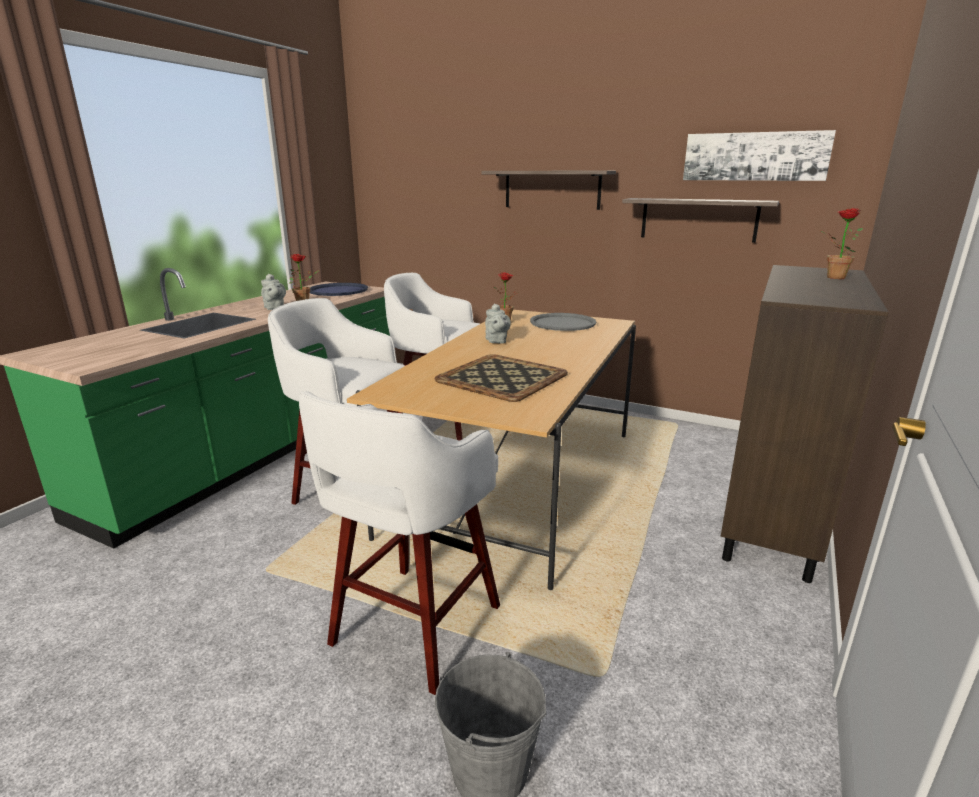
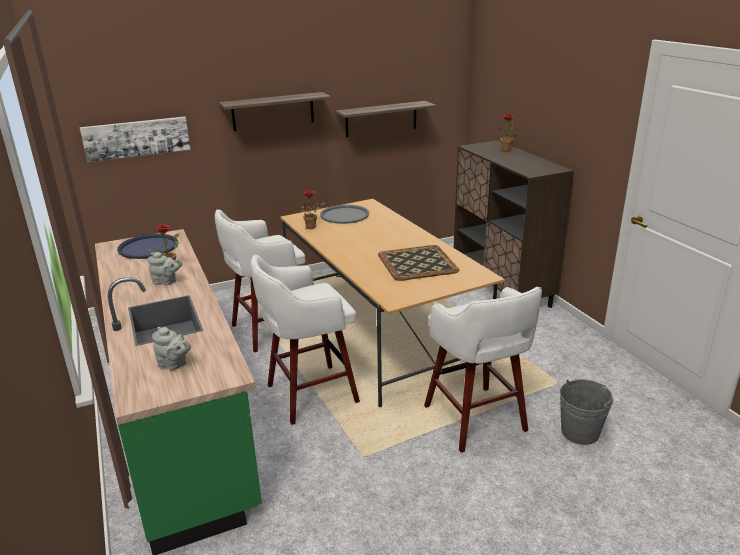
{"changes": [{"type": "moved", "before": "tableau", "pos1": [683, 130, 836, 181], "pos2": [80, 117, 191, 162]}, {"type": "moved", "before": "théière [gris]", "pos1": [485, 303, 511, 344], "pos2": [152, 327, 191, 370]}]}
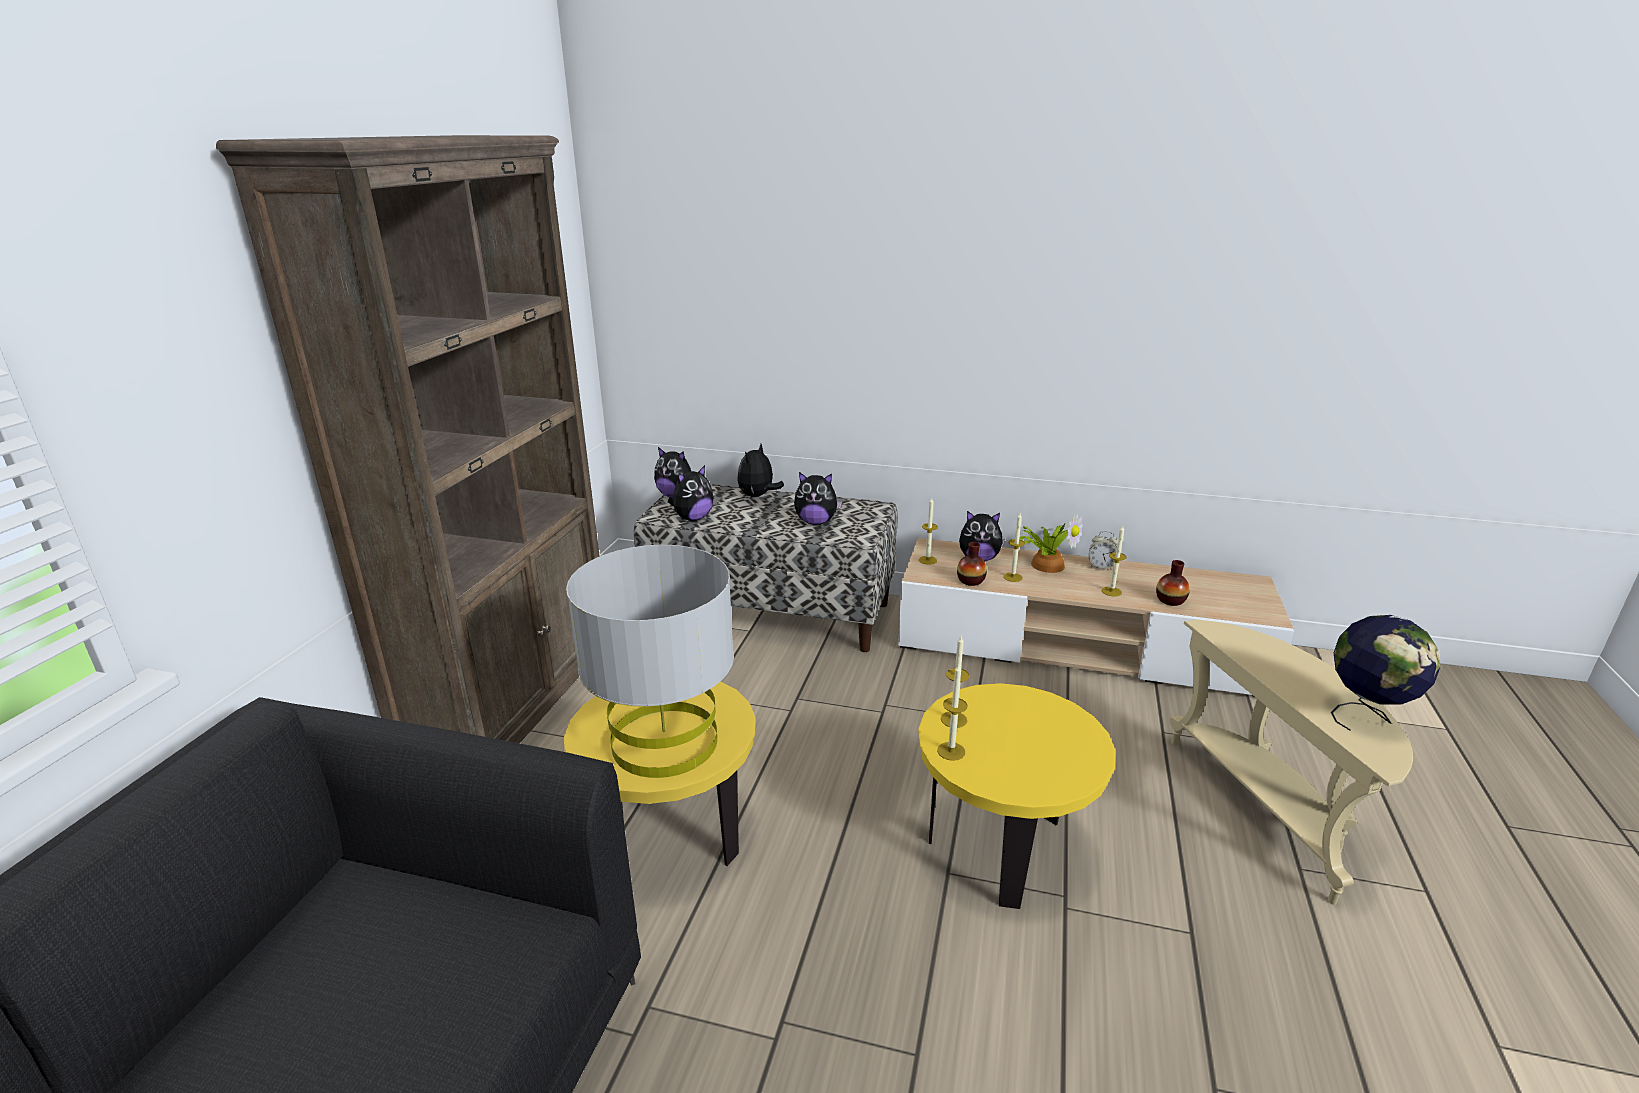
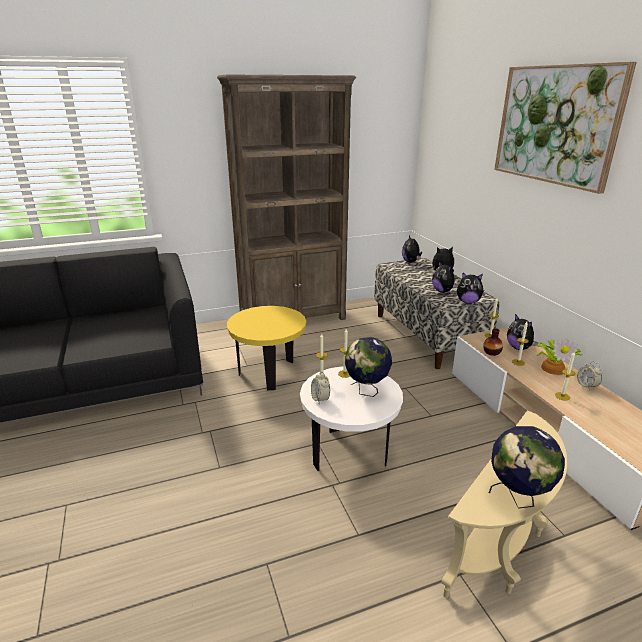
{"changes": [{"type": "moved", "before": "peluche", "pos1": [668, 465, 713, 521], "pos2": [457, 273, 484, 304]}, {"type": "removed", "before": "lampe de table [gris]", "pos1": [566, 545, 734, 778]}, {"type": "removed", "before": "vase", "pos1": [1156, 560, 1190, 606]}, {"type": "recoloured", "before": "table d'appoint [jaune]", "after": "table d'appoint [blanc]", "pos1": [918, 683, 1116, 909], "pos2": [300, 366, 403, 471]}, {"type": "added", "after": "tableau", "pos2": [494, 62, 637, 194]}, {"type": "added", "after": "globe", "pos2": [345, 337, 392, 397]}, {"type": "added", "after": "réveil", "pos2": [311, 372, 330, 404]}]}
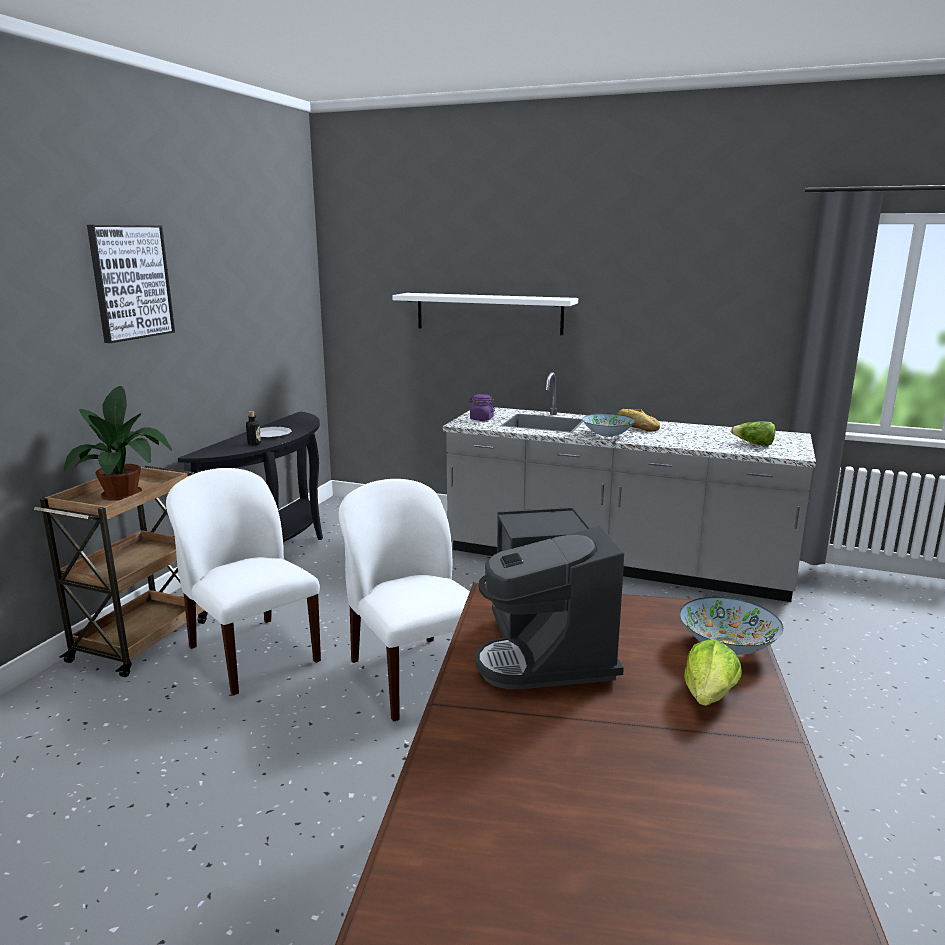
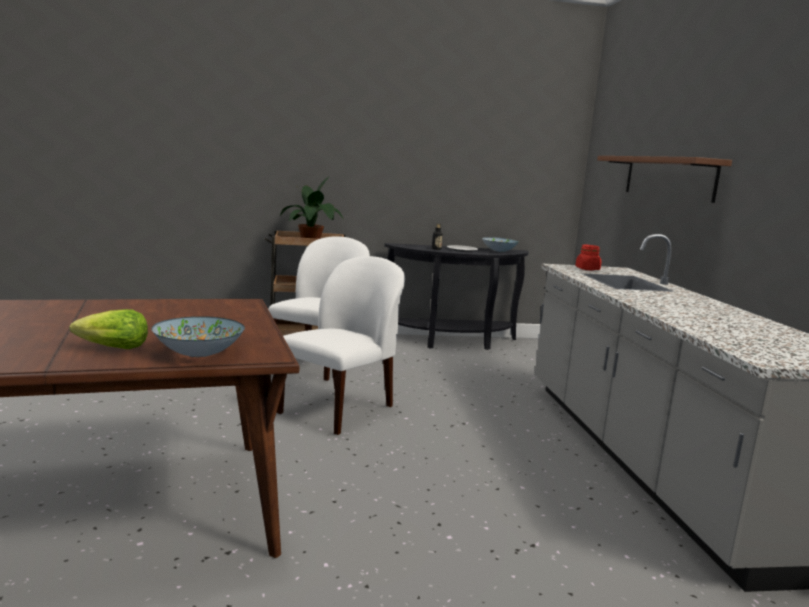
{"changes": [{"type": "removed", "before": "tableau", "pos1": [87, 225, 175, 343]}, {"type": "recoloured", "before": "étagère [blanc]", "after": "étagère [marron]", "pos1": [392, 293, 578, 335], "pos2": [597, 156, 732, 203]}, {"type": "recoloured", "before": "bocal [violet]", "after": "bocal [rouge]", "pos1": [468, 394, 495, 421], "pos2": [575, 245, 601, 271]}, {"type": "removed", "before": "pain", "pos1": [618, 409, 660, 432]}, {"type": "moved", "before": "bol", "pos1": [582, 413, 635, 437], "pos2": [482, 237, 519, 252]}, {"type": "removed", "before": "laitue", "pos1": [731, 421, 776, 446]}, {"type": "removed", "before": "machine à café", "pos1": [476, 507, 624, 690]}]}
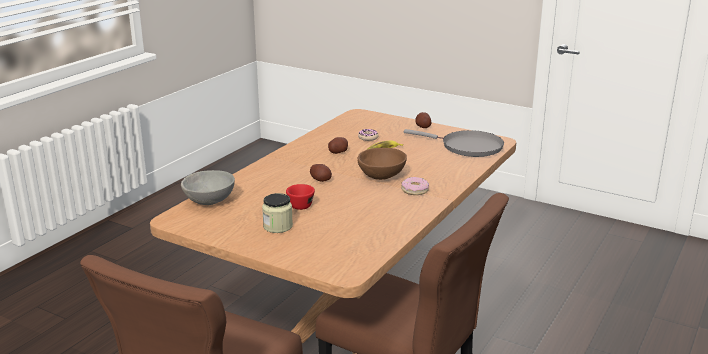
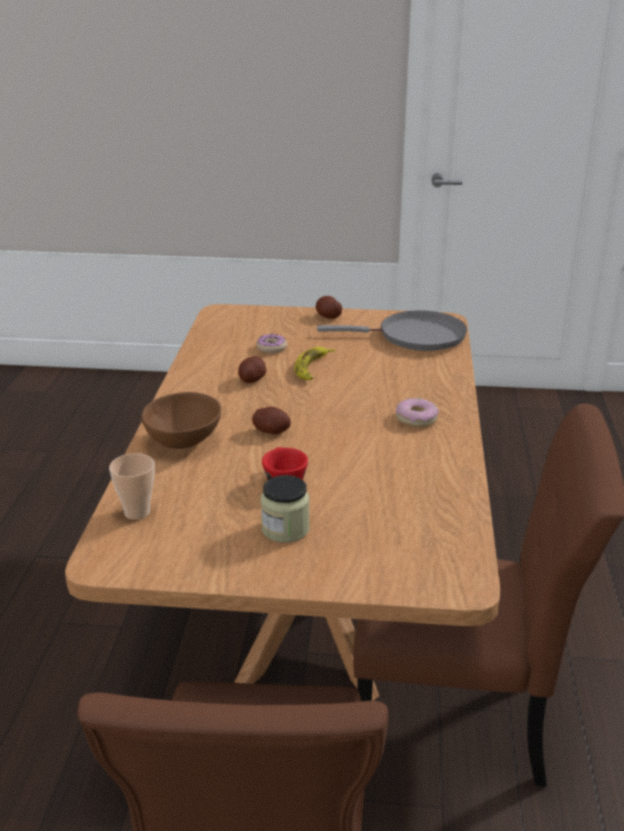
{"changes": [{"type": "moved", "before": "bol [marron]", "pos1": [358, 148, 407, 180], "pos2": [141, 392, 221, 449]}, {"type": "replaced", "before": "bol [gris]", "after": "tasse", "pos1": [181, 170, 235, 205], "pos2": [109, 453, 155, 520]}]}
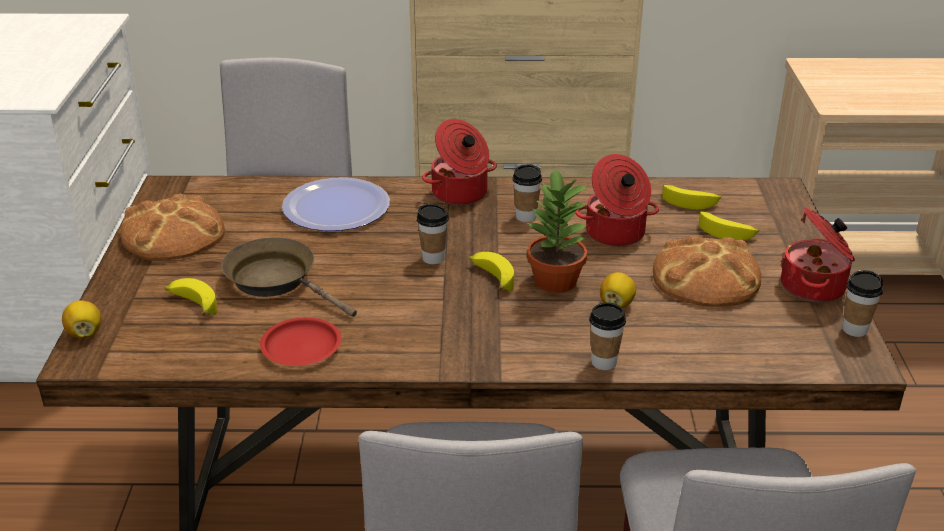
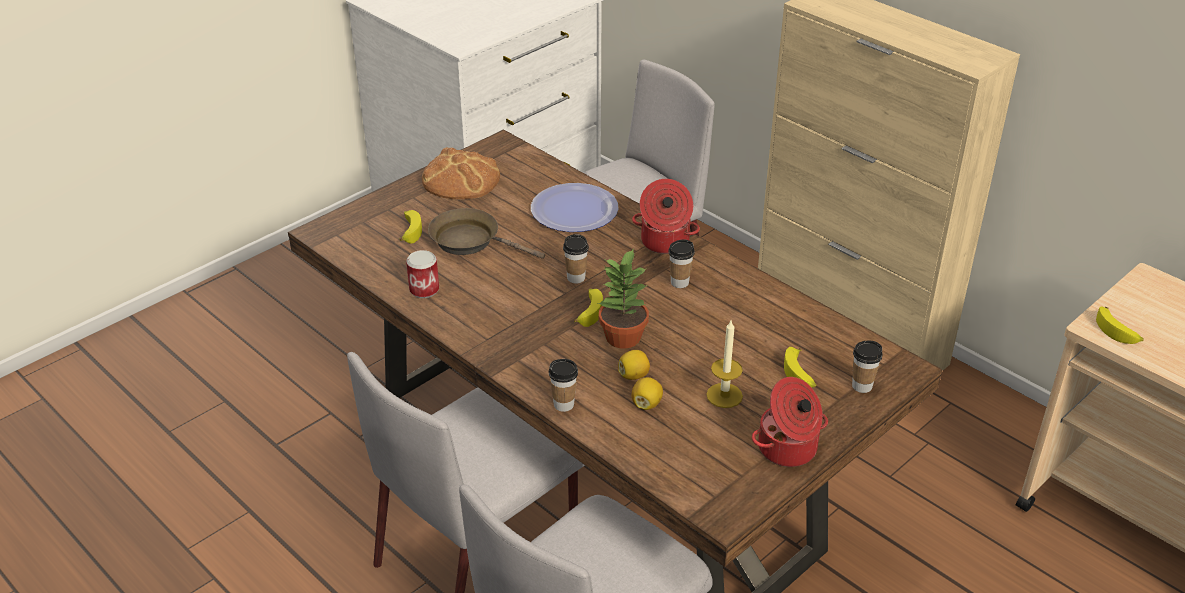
{"changes": [{"type": "removed", "before": "marmite", "pos1": [575, 154, 659, 246]}, {"type": "moved", "before": "banane", "pos1": [662, 185, 721, 209], "pos2": [1096, 306, 1144, 344]}, {"type": "replaced", "before": "pain", "after": "bougie", "pos1": [653, 235, 761, 307], "pos2": [706, 321, 743, 408]}, {"type": "turned", "before": "poêle [marron]", "pos1": [221, 237, 357, 317], "pos2": [428, 208, 545, 259], "turn": -60}, {"type": "moved", "before": "tasse", "pos1": [843, 270, 883, 337], "pos2": [852, 341, 883, 393]}, {"type": "moved", "before": "citron", "pos1": [62, 300, 101, 338], "pos2": [632, 377, 663, 410]}, {"type": "replaced", "before": "assiette [rouge]", "after": "boîte métallique", "pos1": [260, 317, 342, 366], "pos2": [406, 250, 439, 298]}]}
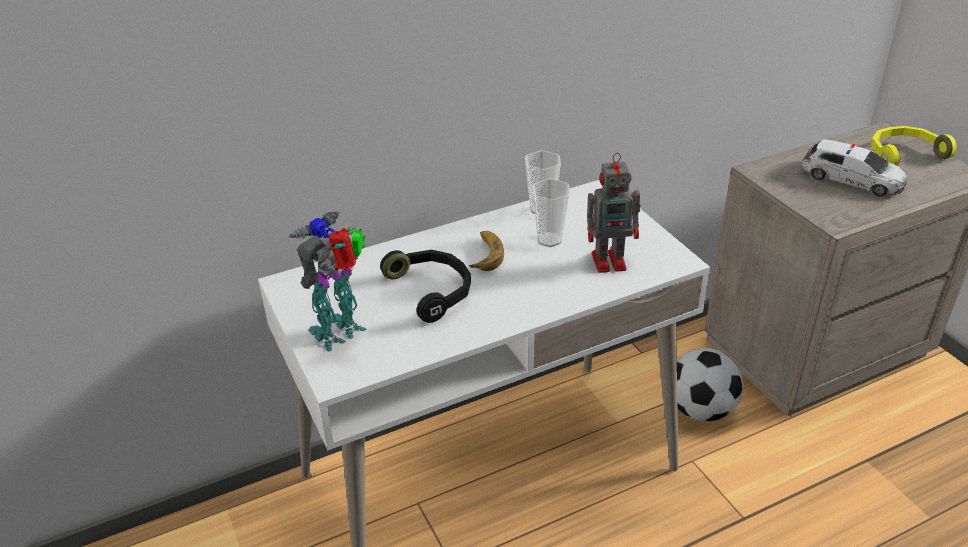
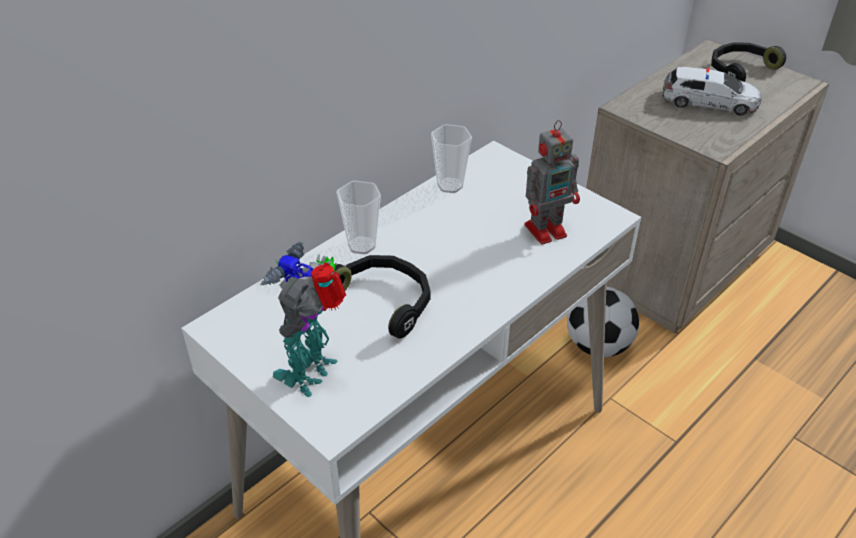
{"changes": [{"type": "recoloured", "before": "casque audio [jaune]", "after": "casque audio [noir]", "pos1": [870, 126, 957, 166], "pos2": [711, 42, 786, 82]}, {"type": "moved", "before": "tasse", "pos1": [532, 179, 570, 247], "pos2": [336, 180, 381, 254]}, {"type": "removed", "before": "banane", "pos1": [469, 231, 504, 271]}]}
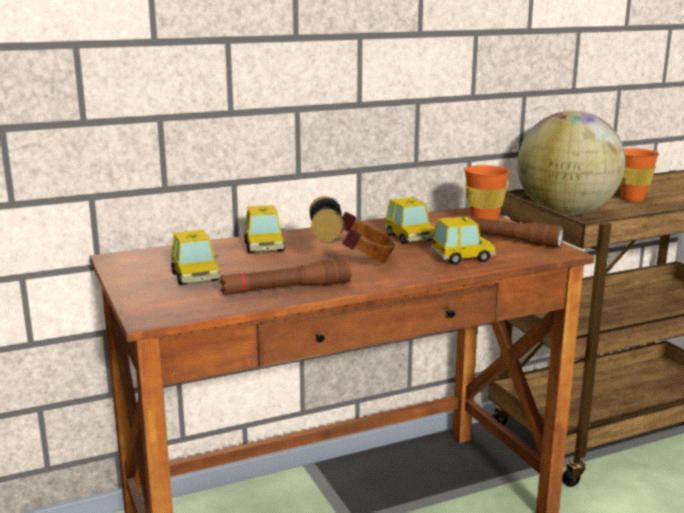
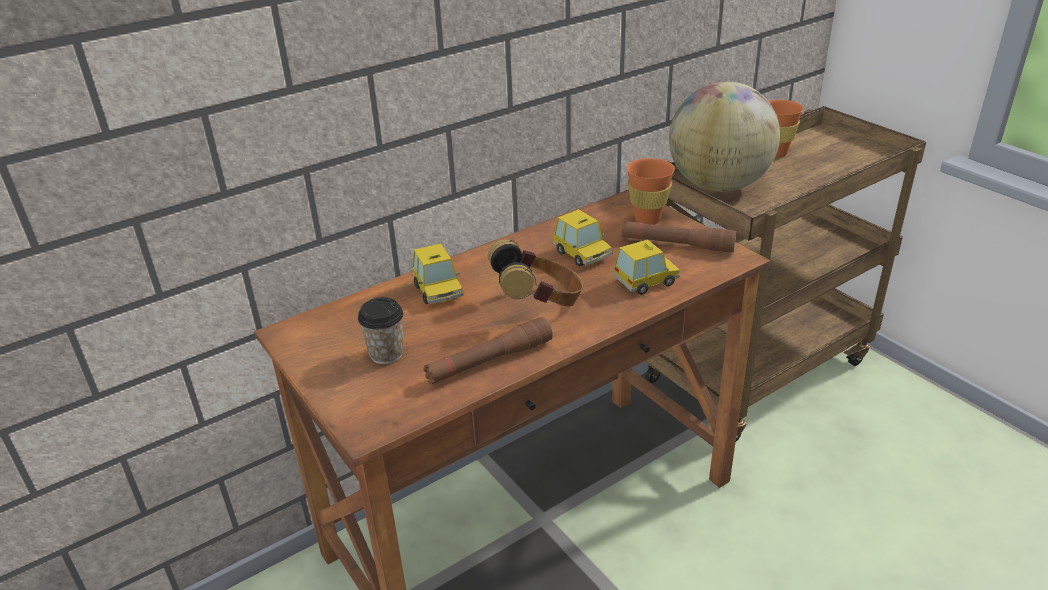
{"changes": [{"type": "replaced", "before": "petite voiture", "after": "tasse", "pos1": [171, 229, 220, 285], "pos2": [358, 297, 404, 364]}]}
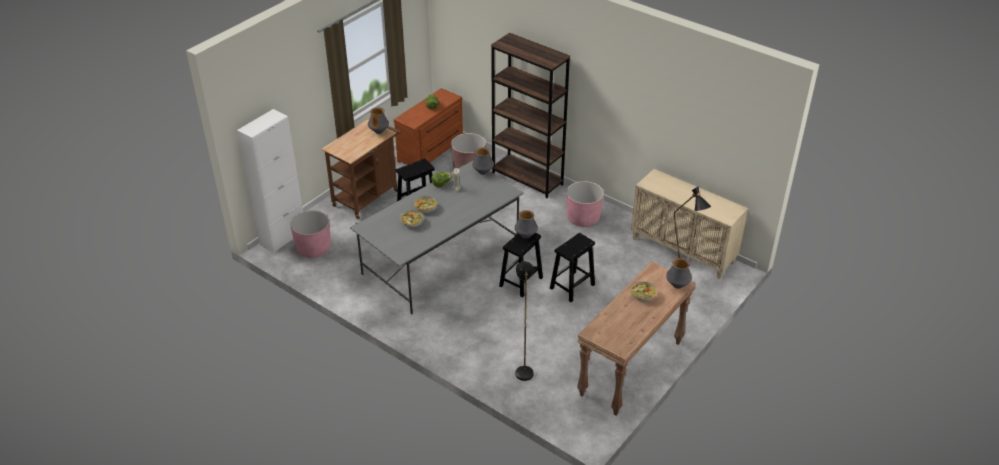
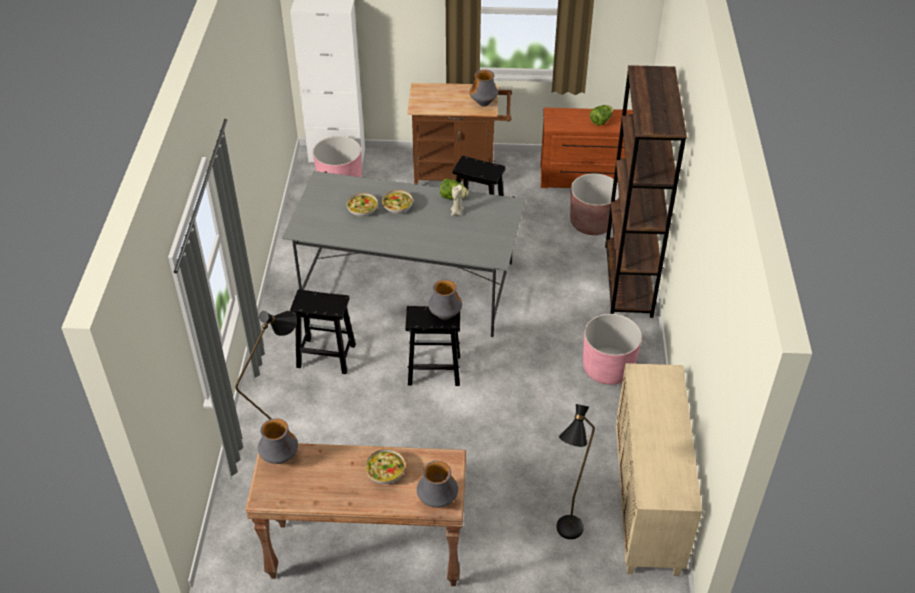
{"changes": [{"type": "moved", "before": "vase", "pos1": [472, 147, 494, 175], "pos2": [258, 418, 298, 464]}, {"type": "moved", "before": "tabouret [noir]", "pos1": [550, 233, 595, 302], "pos2": [290, 289, 356, 374]}]}
